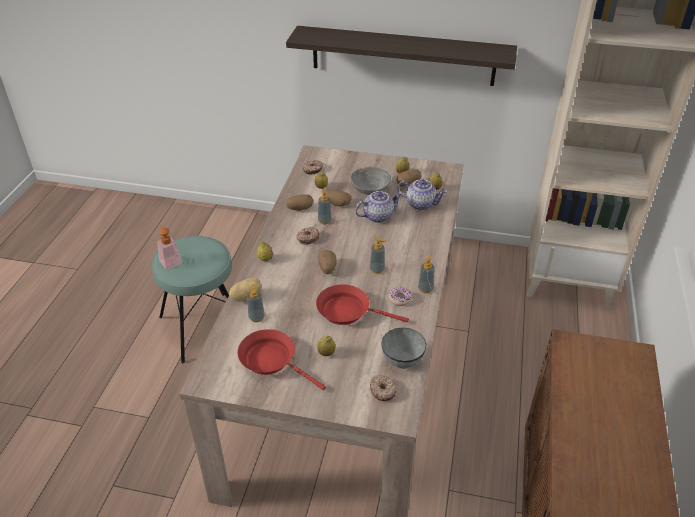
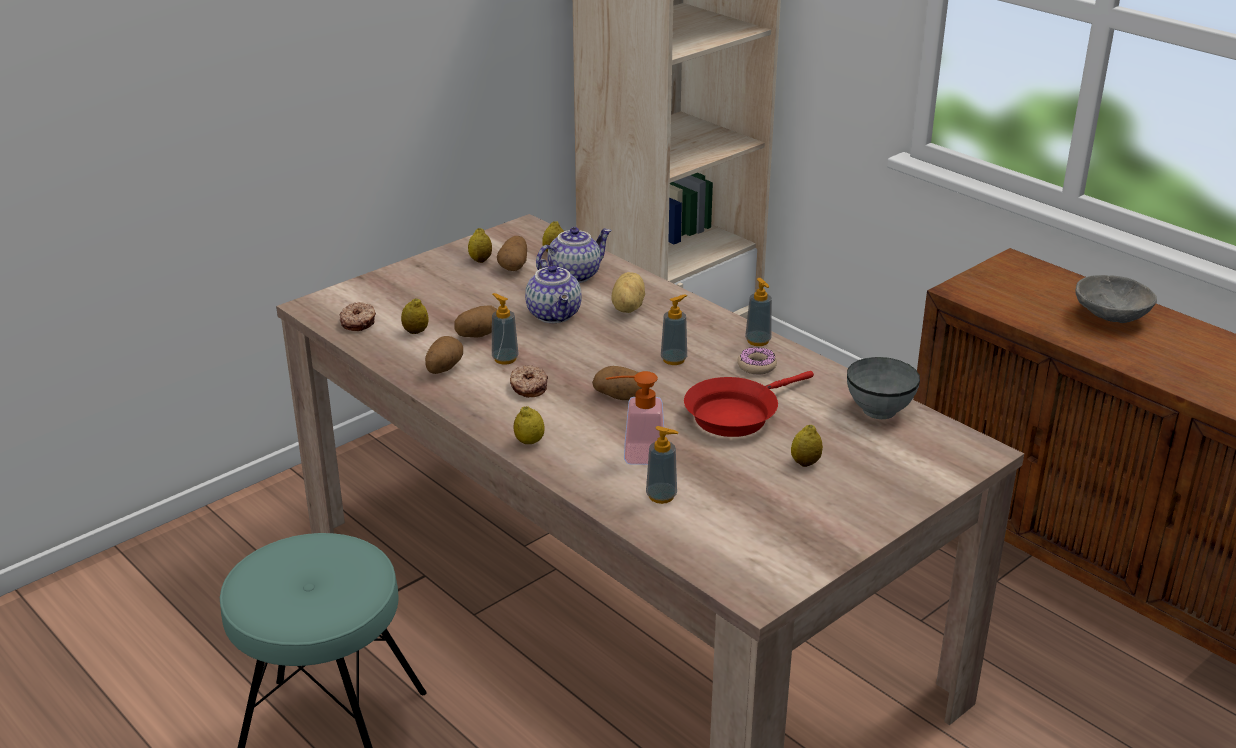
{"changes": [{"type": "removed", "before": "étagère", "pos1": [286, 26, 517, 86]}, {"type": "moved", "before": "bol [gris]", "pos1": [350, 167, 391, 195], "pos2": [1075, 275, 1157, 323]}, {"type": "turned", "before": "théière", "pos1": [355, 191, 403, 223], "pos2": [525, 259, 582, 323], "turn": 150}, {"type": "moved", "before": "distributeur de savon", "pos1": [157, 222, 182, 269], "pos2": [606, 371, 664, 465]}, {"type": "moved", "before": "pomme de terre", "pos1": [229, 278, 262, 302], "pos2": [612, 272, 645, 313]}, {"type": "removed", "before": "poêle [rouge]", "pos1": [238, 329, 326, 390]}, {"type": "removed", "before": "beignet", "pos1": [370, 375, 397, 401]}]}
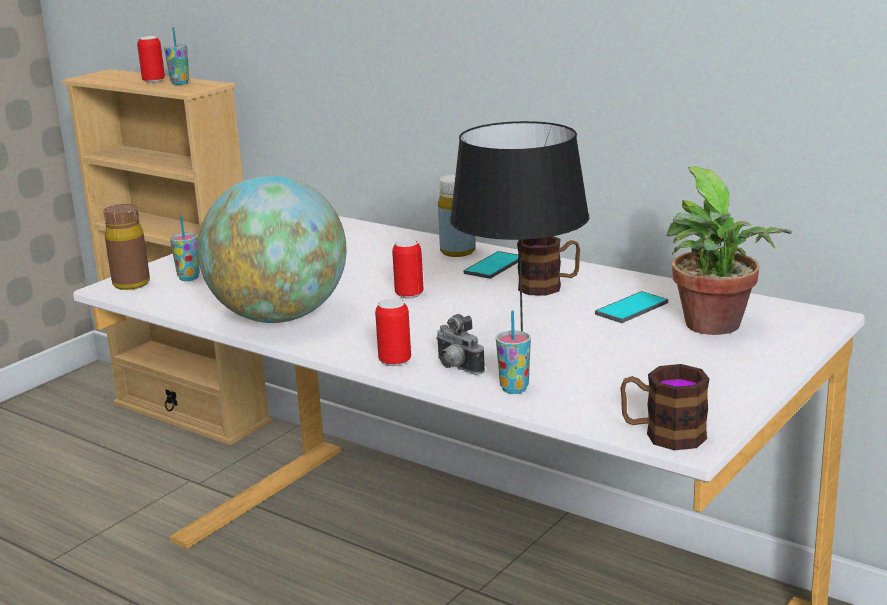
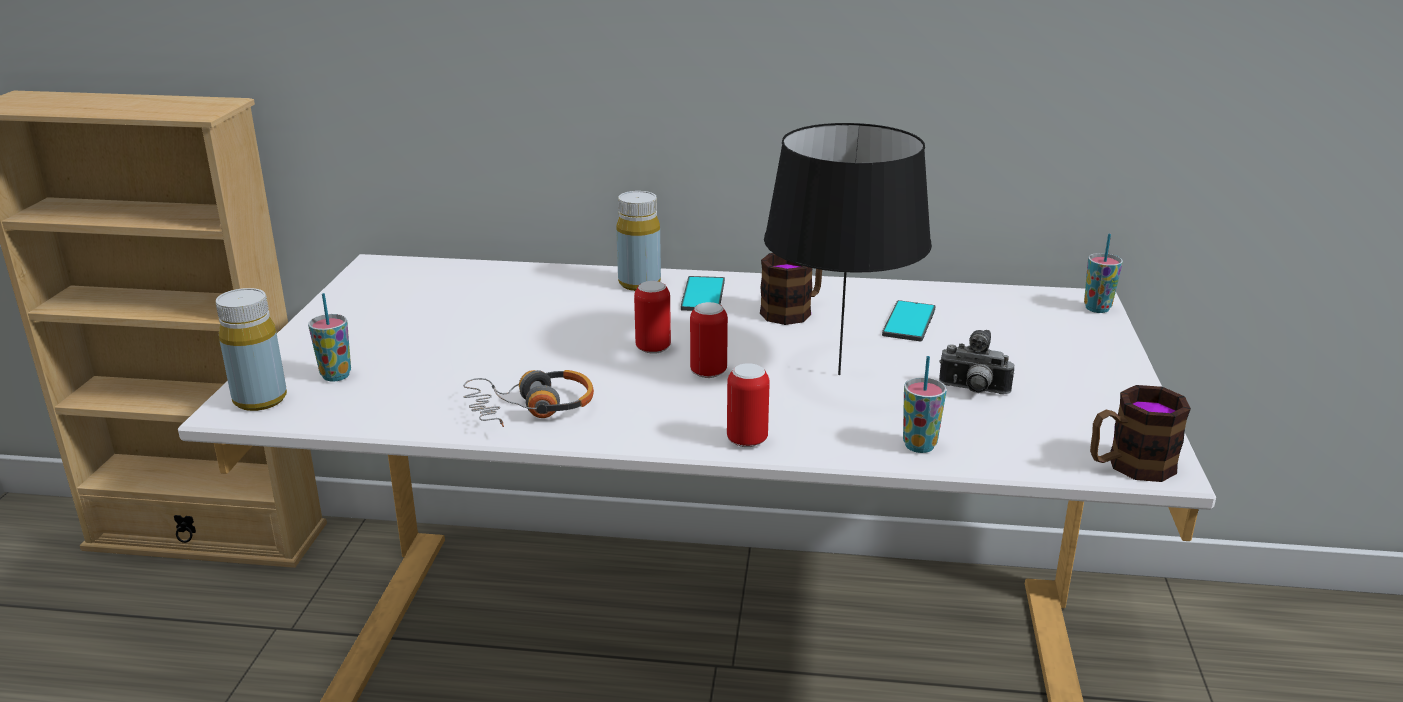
{"changes": [{"type": "moved", "before": "tasse", "pos1": [164, 27, 189, 85], "pos2": [1084, 233, 1123, 313]}, {"type": "moved", "before": "boîte métallique", "pos1": [137, 36, 165, 83], "pos2": [690, 302, 728, 378]}, {"type": "removed", "before": "plante en pot", "pos1": [666, 166, 792, 335]}, {"type": "replaced", "before": "globe", "after": "casque audio", "pos1": [198, 175, 347, 323], "pos2": [463, 370, 594, 427]}, {"type": "recoloured", "before": "bouteille [marron]", "after": "bouteille [jaune]", "pos1": [103, 204, 150, 290], "pos2": [215, 288, 287, 411]}, {"type": "moved", "before": "appareil photo", "pos1": [436, 314, 485, 375], "pos2": [939, 330, 1014, 394]}]}
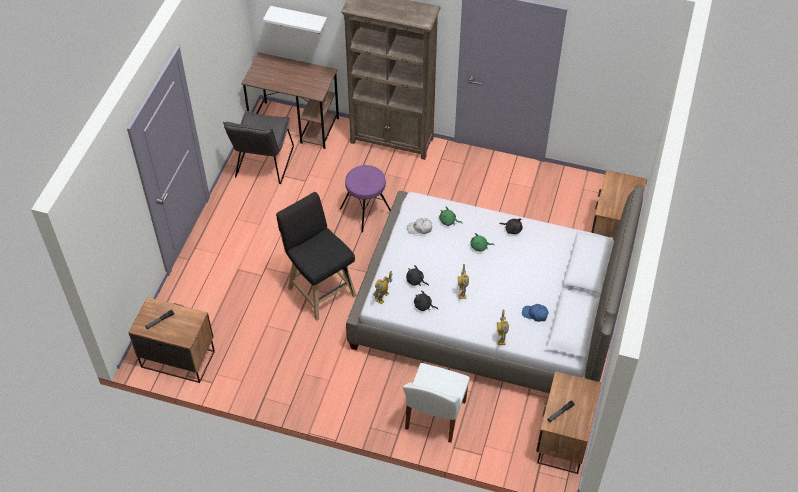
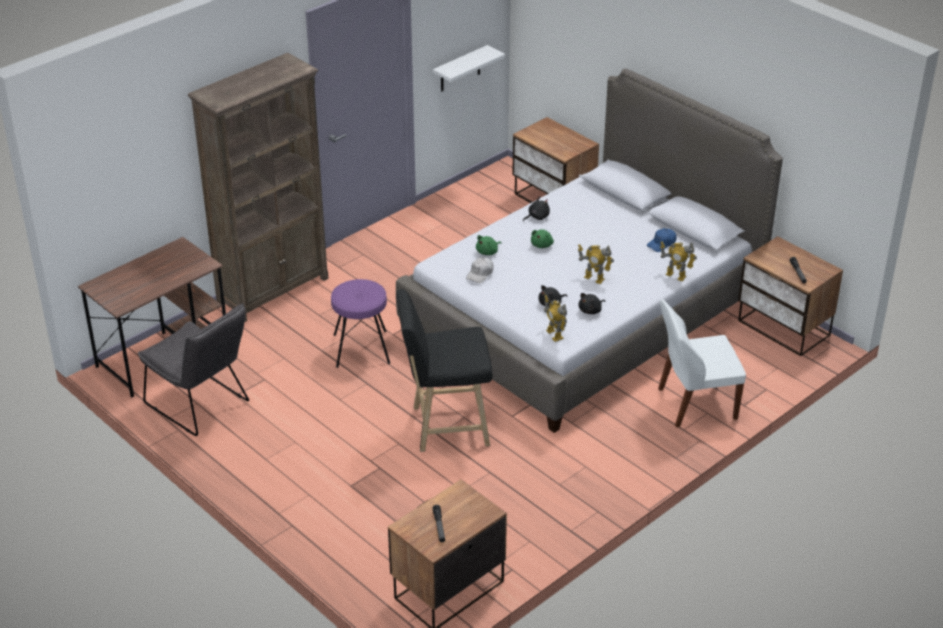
{"changes": [{"type": "moved", "before": "étagère [blanc]", "pos1": [263, 6, 327, 34], "pos2": [433, 45, 505, 92]}, {"type": "turned", "before": "chaise [blanc]", "pos1": [403, 363, 470, 443], "pos2": [658, 299, 746, 427], "turn": 120}]}
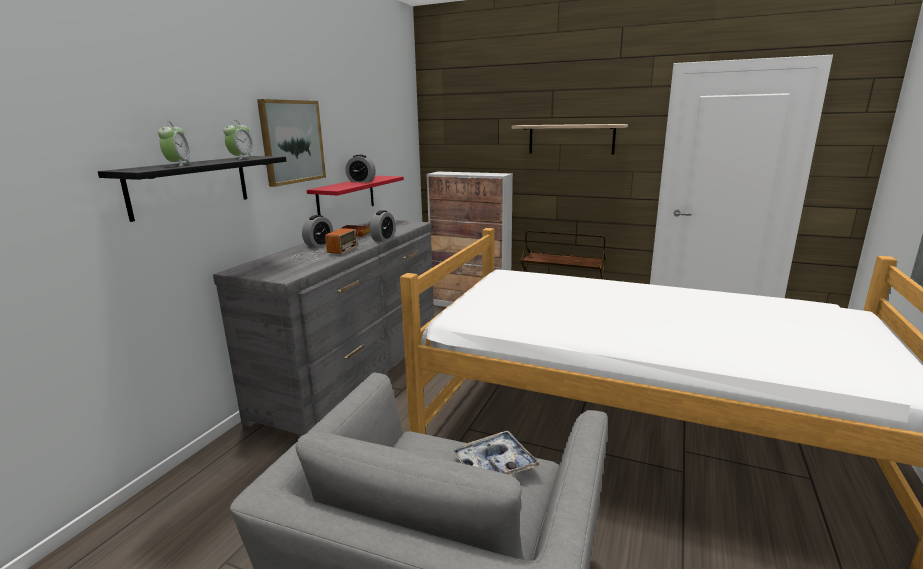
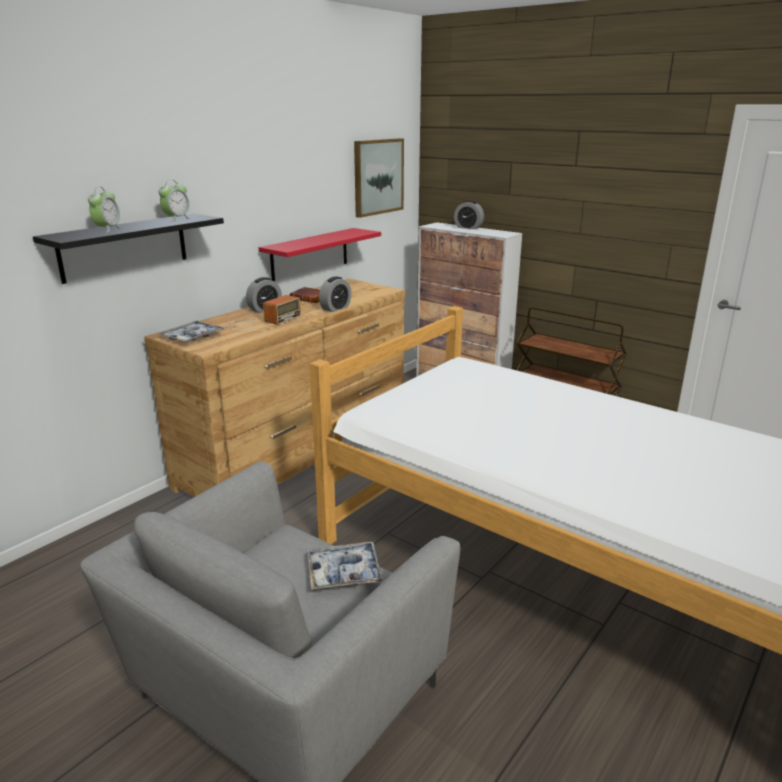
{"changes": [{"type": "moved", "before": "tableau", "pos1": [257, 99, 326, 187], "pos2": [354, 138, 404, 218]}, {"type": "removed", "before": "étagère", "pos1": [512, 124, 628, 154]}, {"type": "moved", "before": "réveil", "pos1": [345, 155, 376, 182], "pos2": [454, 200, 484, 229]}, {"type": "recoloured", "before": "commode [gris]", "after": "commode [marron]", "pos1": [213, 220, 434, 438], "pos2": [144, 278, 405, 497]}, {"type": "added", "after": "plateau", "pos2": [159, 321, 224, 342]}]}
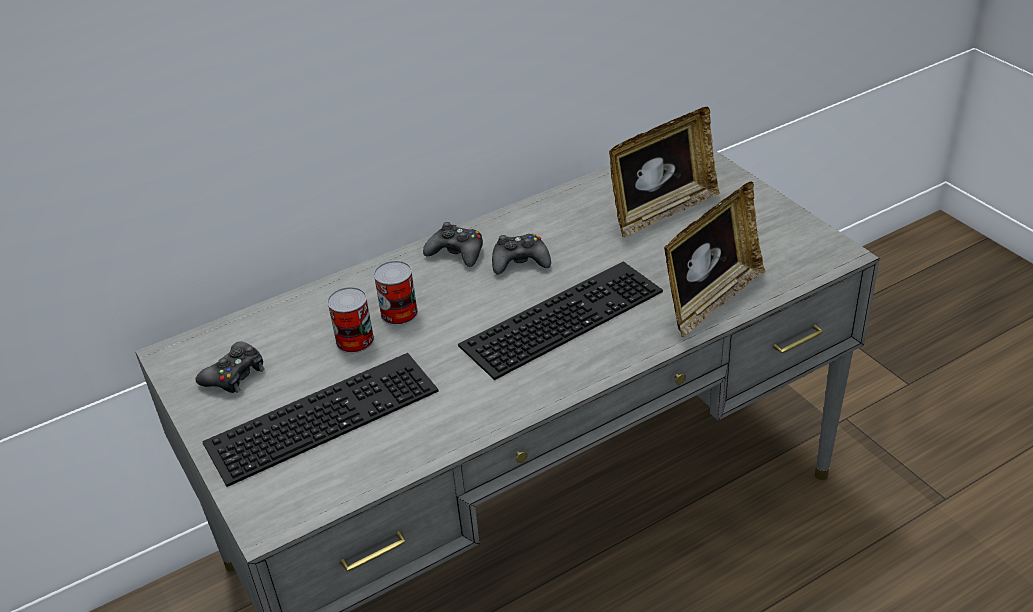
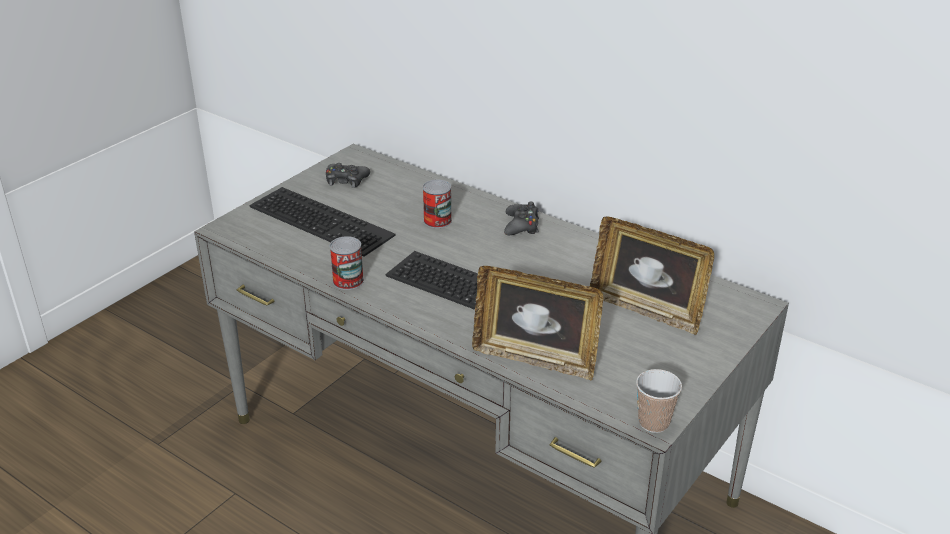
{"changes": [{"type": "removed", "before": "manette [noir]", "pos1": [492, 234, 551, 274]}, {"type": "moved", "before": "boîte métallique", "pos1": [327, 287, 374, 353], "pos2": [330, 236, 364, 290]}, {"type": "added", "after": "tasse", "pos2": [636, 369, 682, 433]}]}
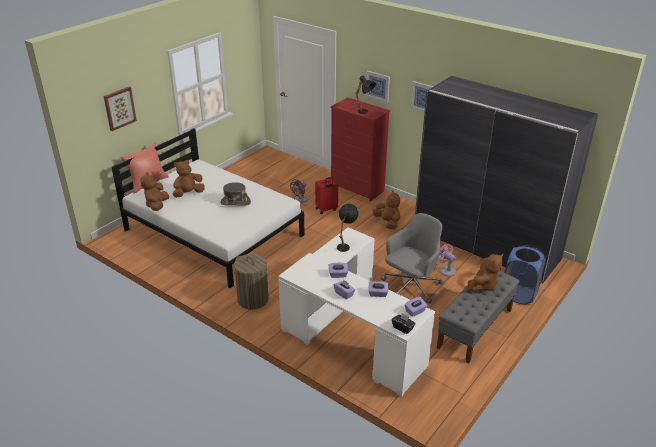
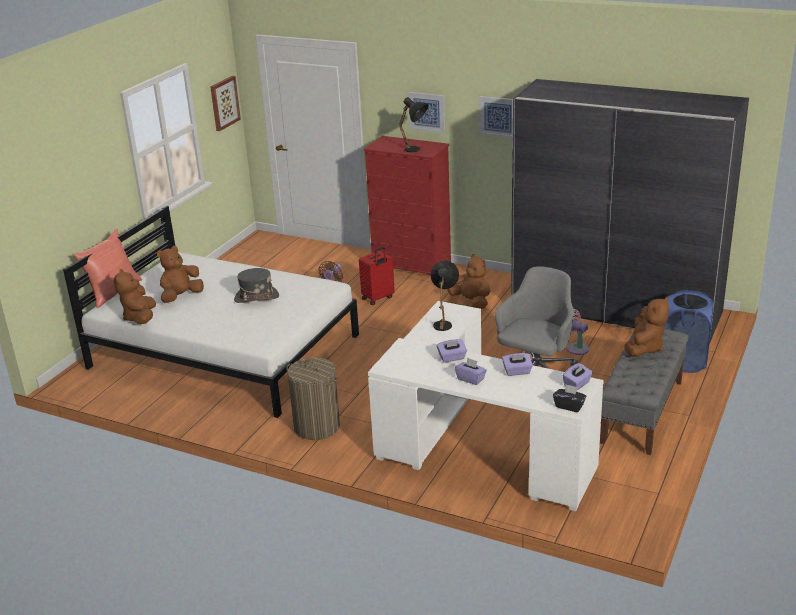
{"changes": [{"type": "moved", "before": "tableau", "pos1": [104, 87, 137, 131], "pos2": [210, 76, 241, 131]}]}
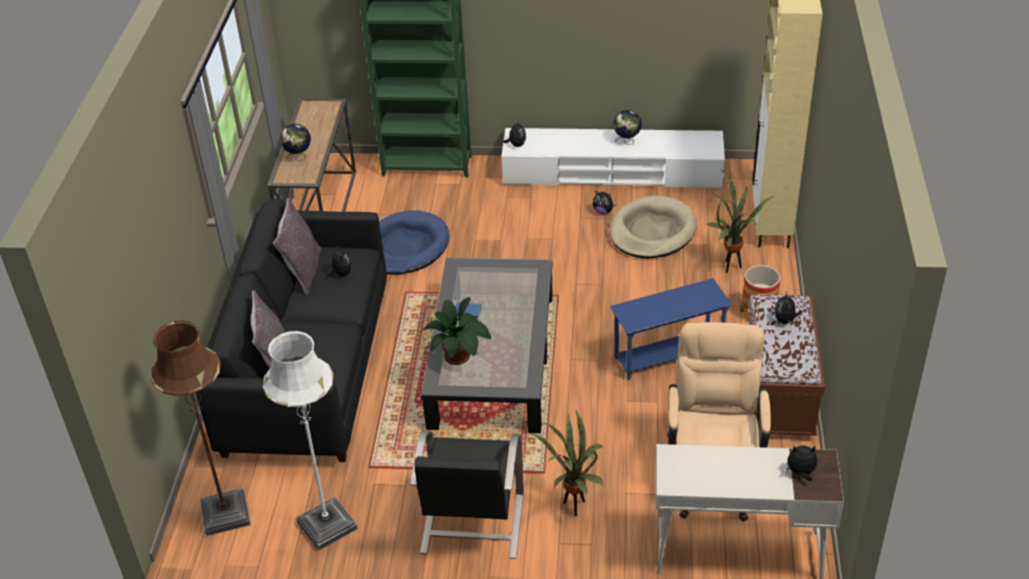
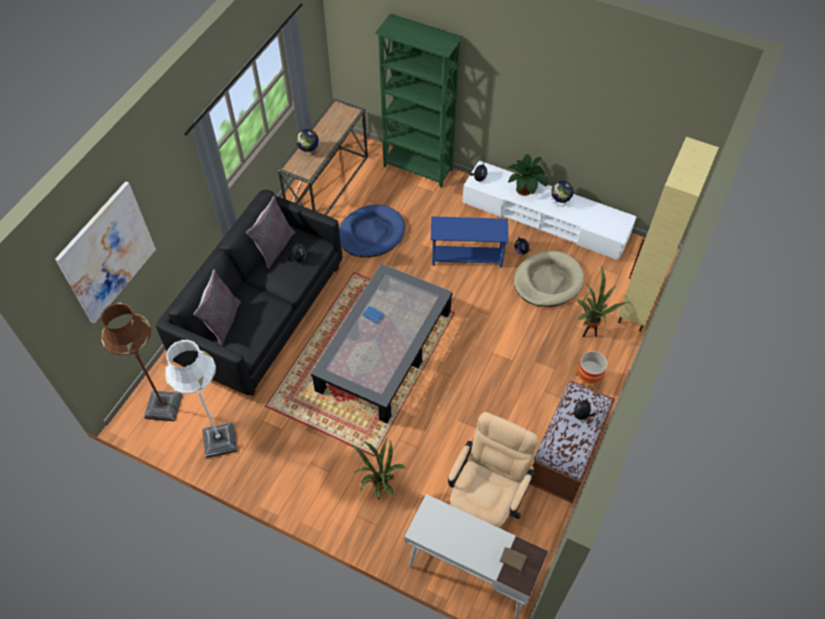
{"changes": [{"type": "moved", "before": "table d'appoint [bleu]", "pos1": [610, 278, 732, 380], "pos2": [431, 216, 509, 268]}, {"type": "moved", "before": "plante en pot", "pos1": [422, 297, 491, 365], "pos2": [508, 154, 548, 196]}, {"type": "removed", "before": "fauteuil [noir]", "pos1": [410, 430, 524, 559]}, {"type": "replaced", "before": "peluche", "after": "livre [marron]", "pos1": [786, 445, 817, 481], "pos2": [500, 547, 527, 575]}, {"type": "added", "after": "tableau", "pos2": [55, 181, 156, 324]}]}
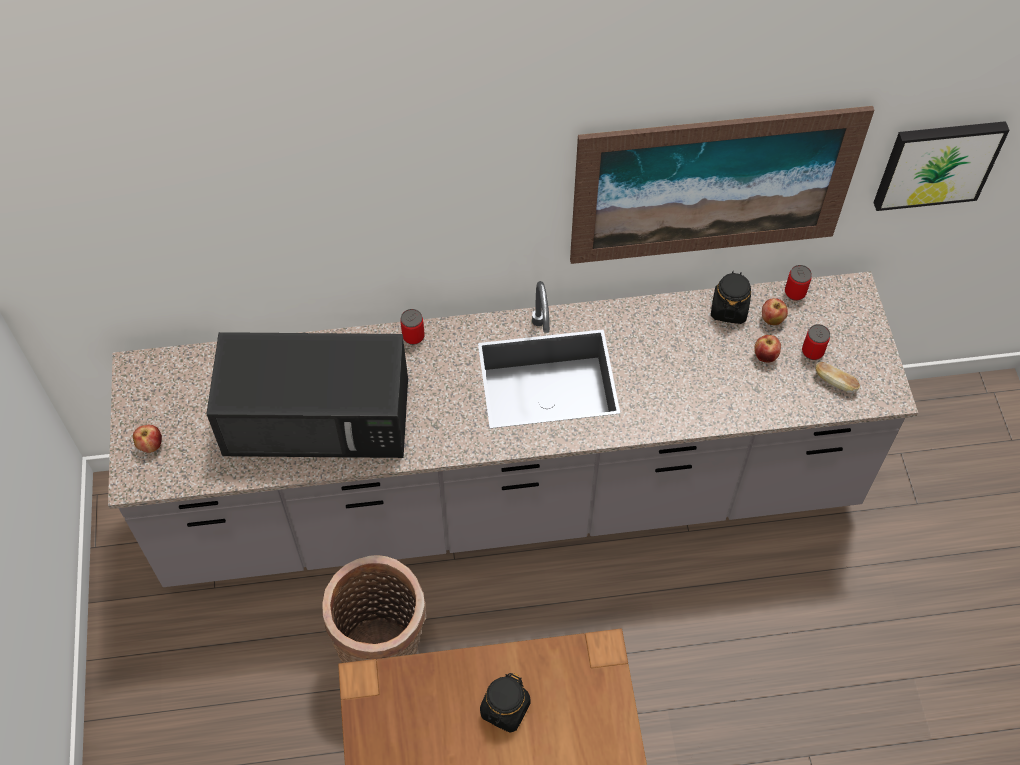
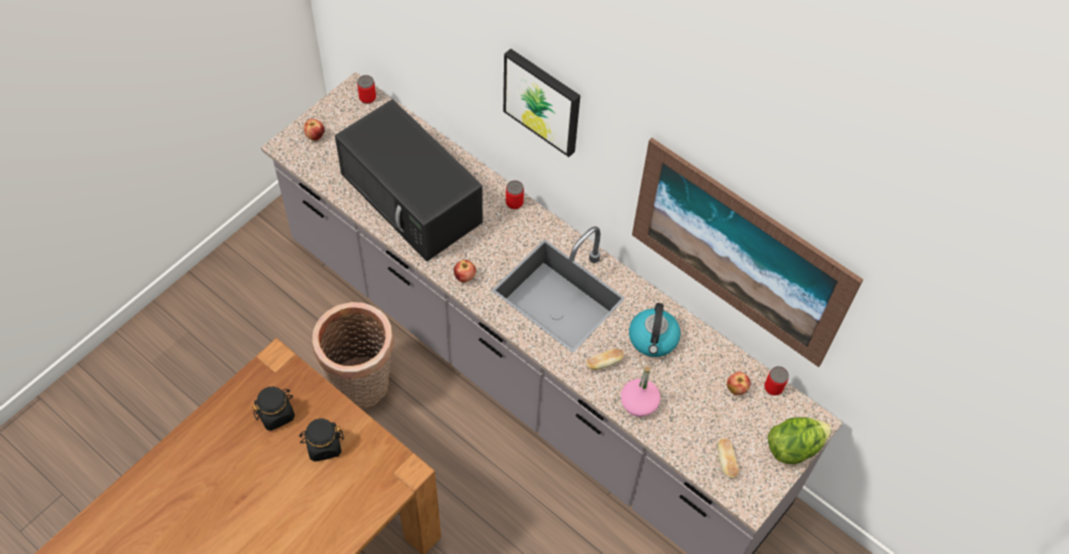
{"changes": [{"type": "moved", "before": "tableau", "pos1": [873, 121, 1010, 211], "pos2": [503, 48, 580, 157]}, {"type": "moved", "before": "bocal [noir]", "pos1": [711, 271, 751, 324], "pos2": [252, 387, 295, 431]}, {"type": "moved", "before": "boîte métallique", "pos1": [802, 324, 830, 360], "pos2": [357, 75, 376, 104]}, {"type": "moved", "before": "pomme", "pos1": [754, 335, 781, 362], "pos2": [454, 260, 476, 283]}, {"type": "added", "after": "bouilloire", "pos2": [629, 303, 680, 357]}, {"type": "added", "after": "pain", "pos2": [586, 349, 624, 370]}, {"type": "added", "after": "bouteille [rose]", "pos2": [621, 366, 661, 417]}, {"type": "added", "after": "laitue", "pos2": [768, 417, 832, 464]}]}
